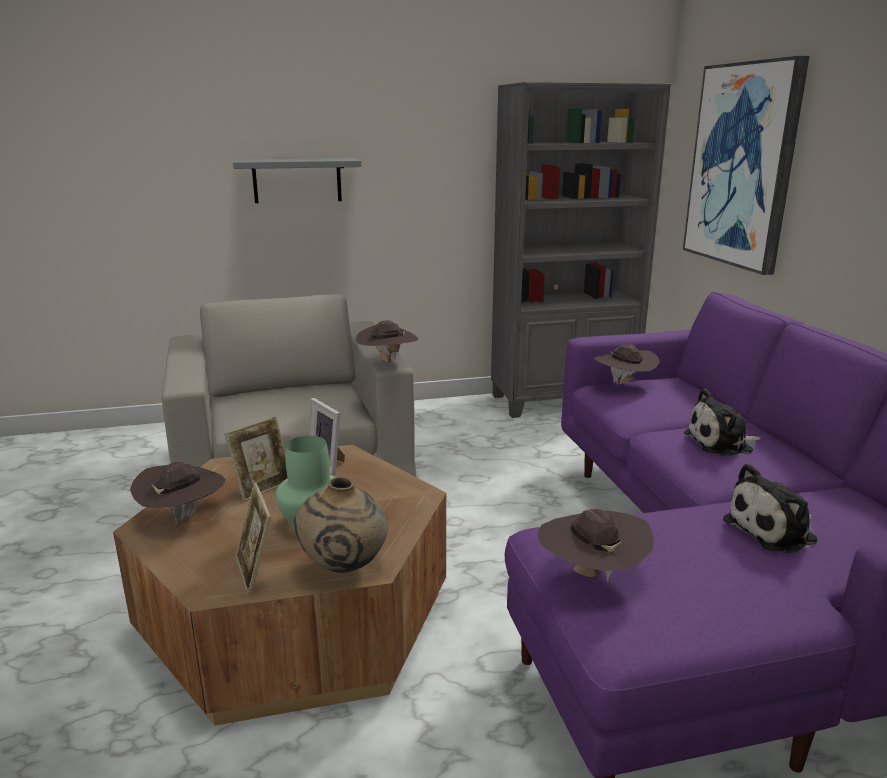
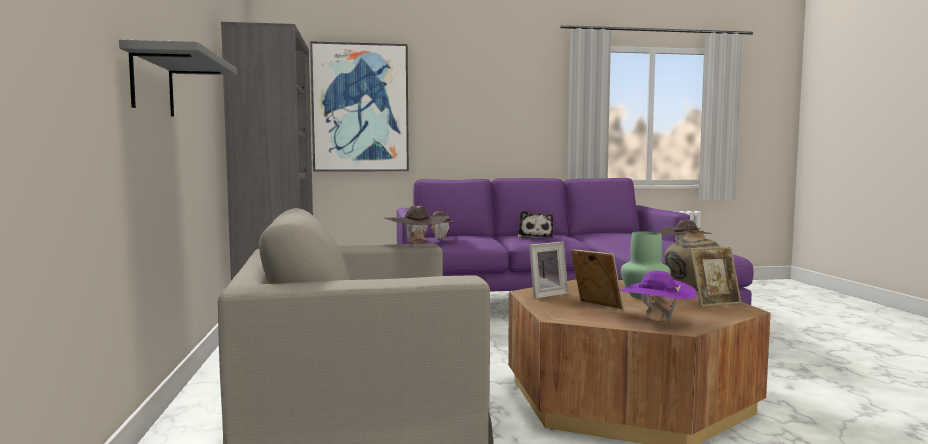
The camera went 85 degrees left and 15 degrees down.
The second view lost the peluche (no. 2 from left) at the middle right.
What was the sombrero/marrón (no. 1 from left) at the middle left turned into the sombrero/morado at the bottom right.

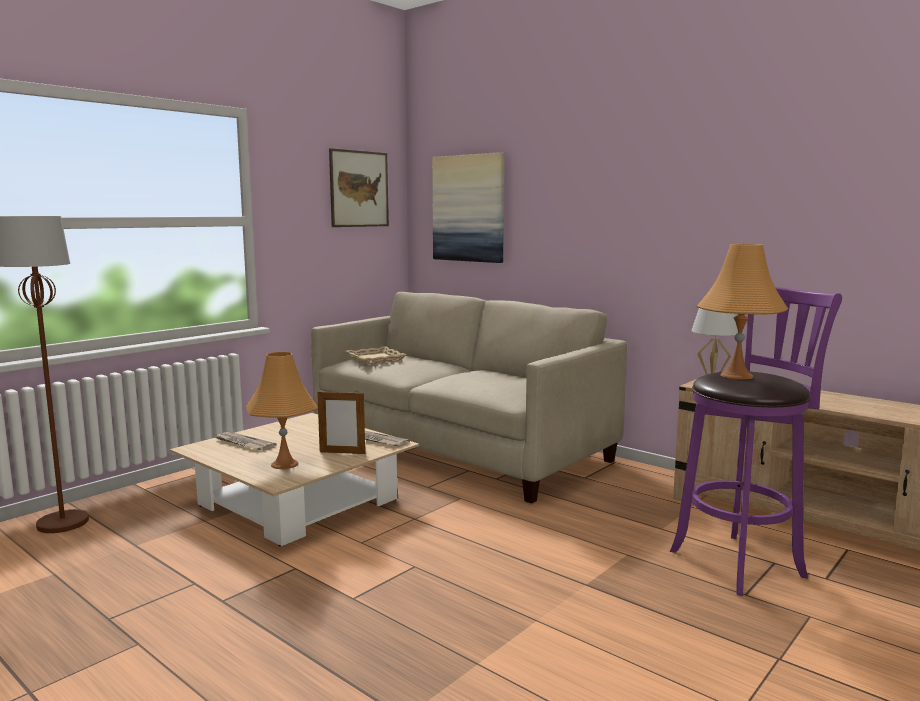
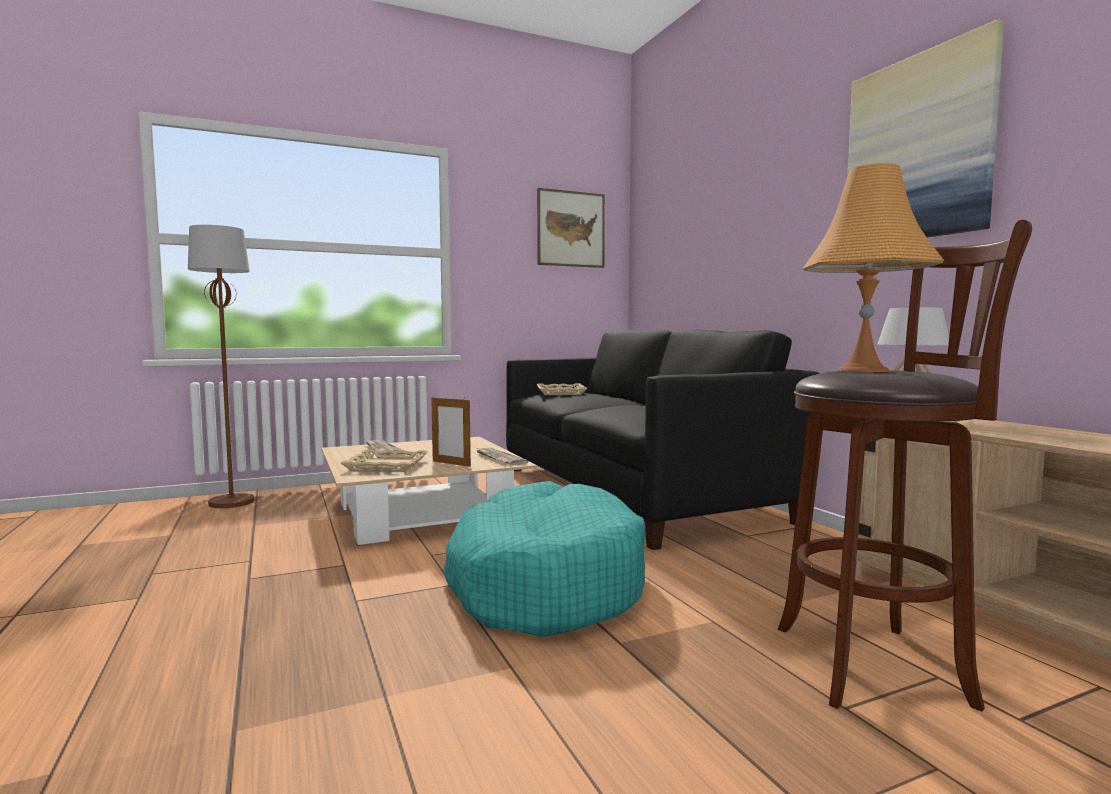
The camera went 25 degrees right and 5 degrees down.
The second view gained the cama para perro/turquesa at the bottom centre.
The cuadro (no. 2 from left) ended up elsewhere, having gone from the top centre to the top right.
Where the lámpara de mesa/naranja (no. 1 from left) stood at the middle left, the bandeja/beis (no. 1 from left) came to stand at the centre.
What was the sofá/beis at the centre turned into the sofá/negro at the centre.
What was the taburete/morado at the middle right turned into the taburete/marrón at the middle right.

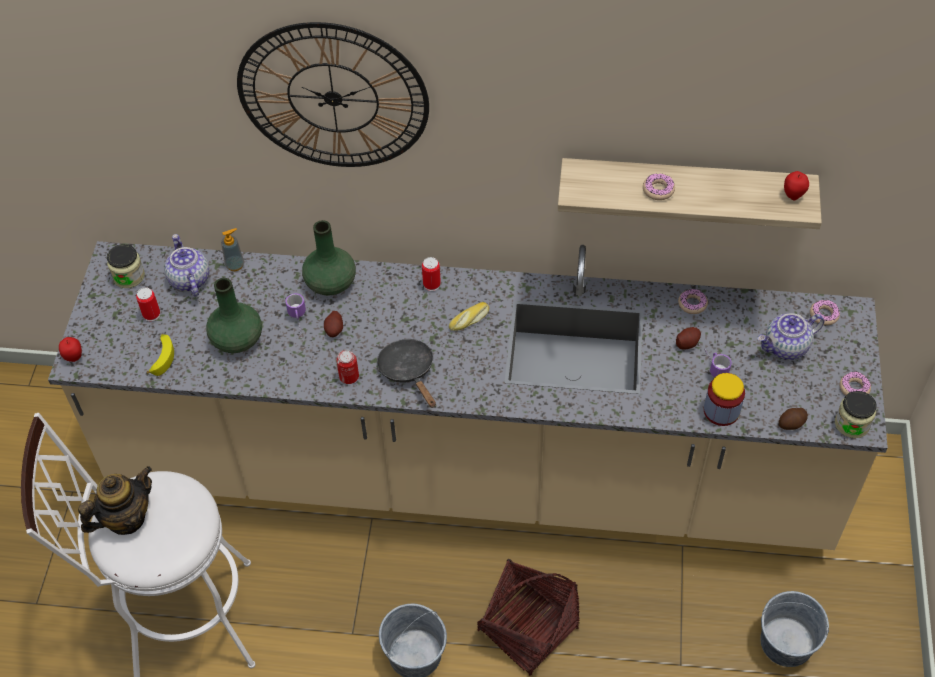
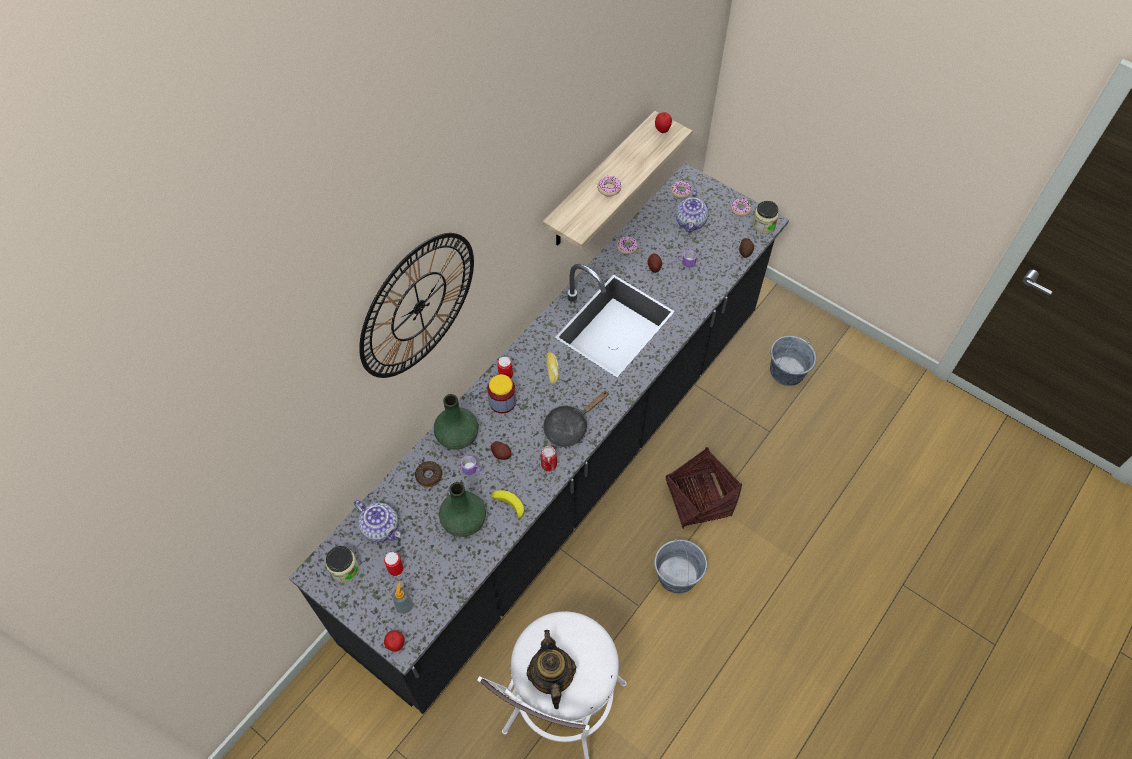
The camera went 60 degrees left and 5 degrees up.
The second view gained the rosquilla (no. 1 from left) at the centre.
The plátano ended up elsewhere, having gone from the middle left to the centre.
The dispensador de jabón ended up elsewhere, having gone from the middle left to the bottom centre.
The tarro (no. 2 from left) ended up elsewhere, having gone from the middle right to the centre.
What was the mueble bajo de cocina/beis at the centre turned into the mueble bajo de cocina/negro at the centre.
The tetera (no. 2 from left in the first image) at the middle left ended up facing another way, 150 degrees counterclockwise from before.
The sartén/negro at the centre ended up facing another way, 45 degrees counterclockwise from before.

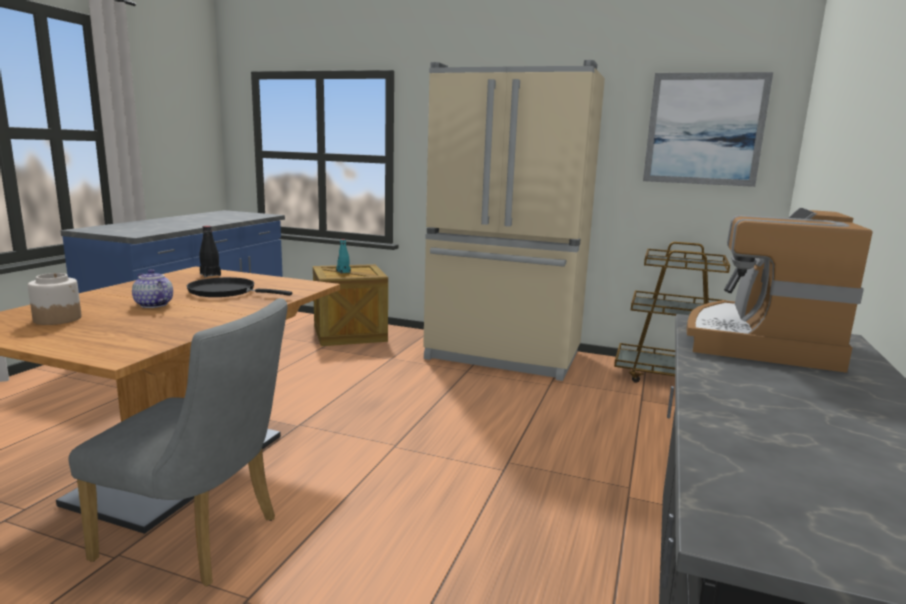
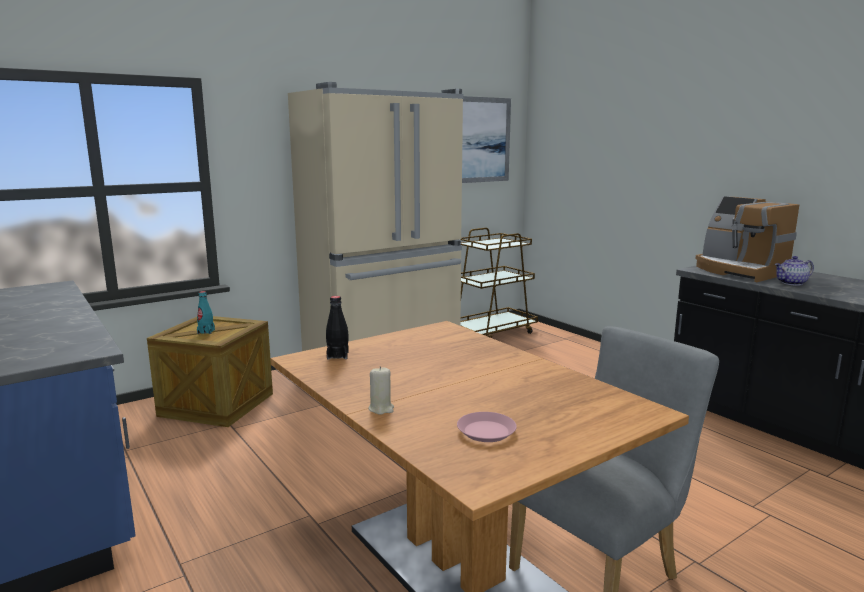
The camera went 55 degrees left and 0 degrees up.
The second view lost the sartén/negro at the middle left.
The second view gained the vela/beis at the centre.
The tetera ended up elsewhere, having gone from the middle left to the middle right.
Where the tarro stood at the middle left, the plato/rosa came to stand at the bottom centre.

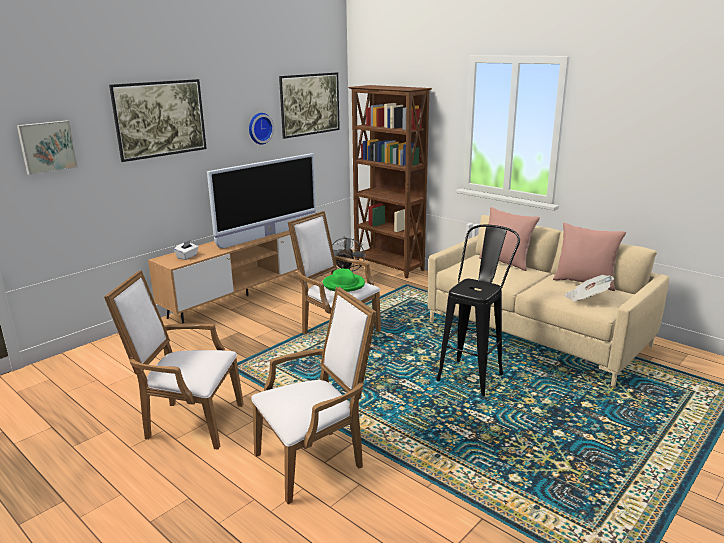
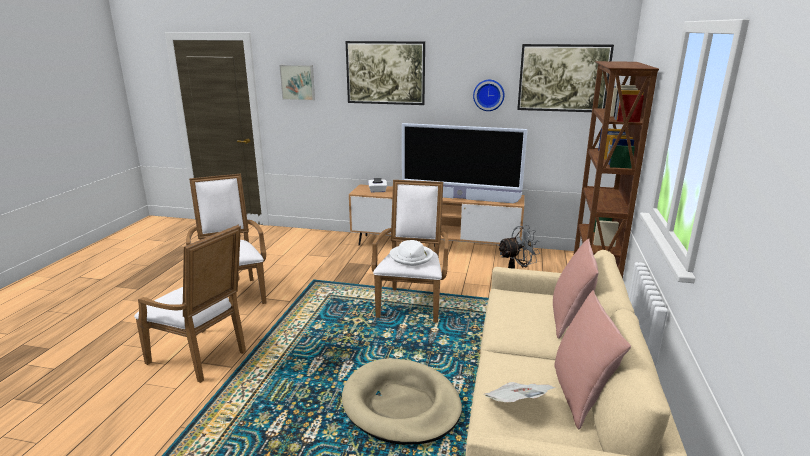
The camera went 60 degrees right and 0 degrees up.
Where the taburete/negro stood at the centre, the cama para perro/beis came to stand at the bottom centre.
What was the sombrero/verde at the centre turned into the sombrero/blanco at the centre.

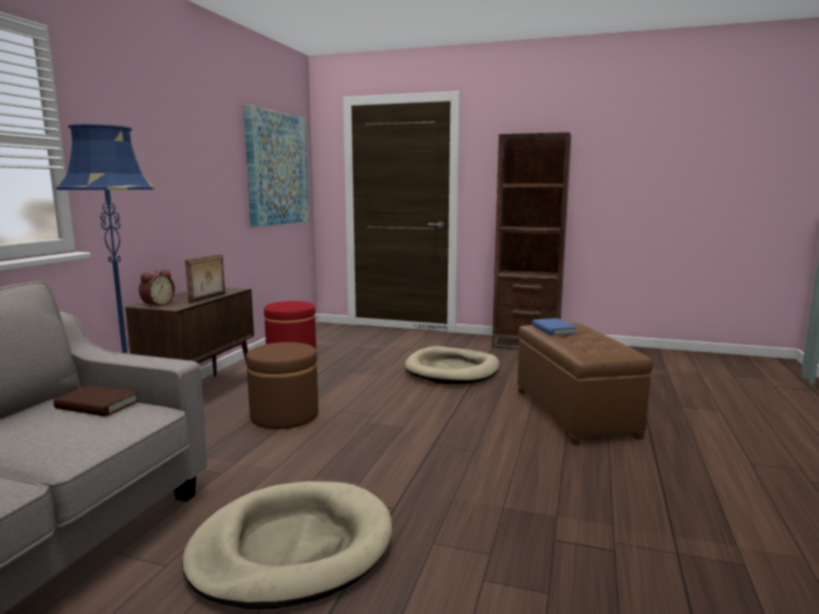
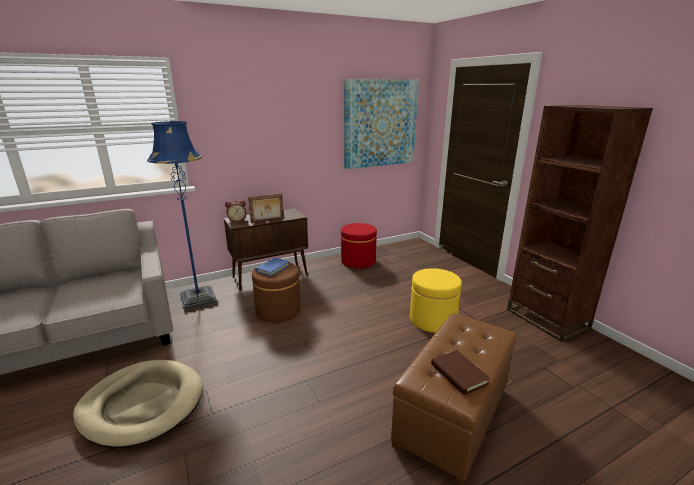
The camera went 45 degrees right and 10 degrees up.
The libro/marrón ended up elsewhere, having gone from the middle left to the bottom centre.
The libro/azul ended up elsewhere, having gone from the middle right to the centre.
Where the cama para perro/beis (no. 2 from left) stood at the centre, the puf/amarillo came to stand at the centre.

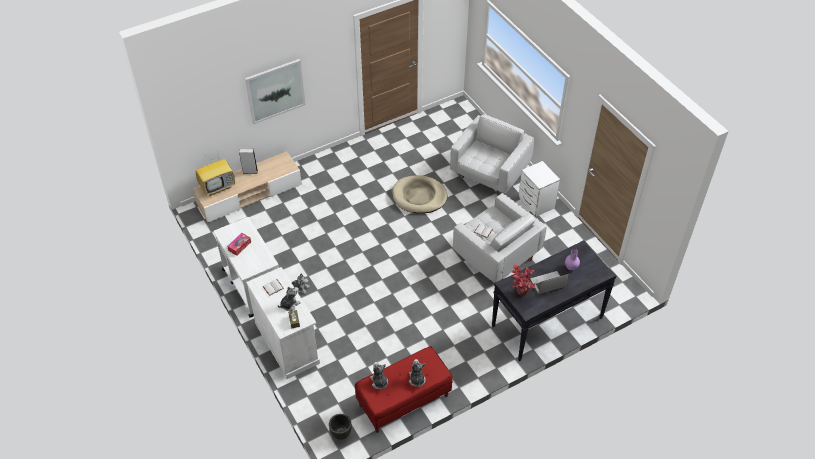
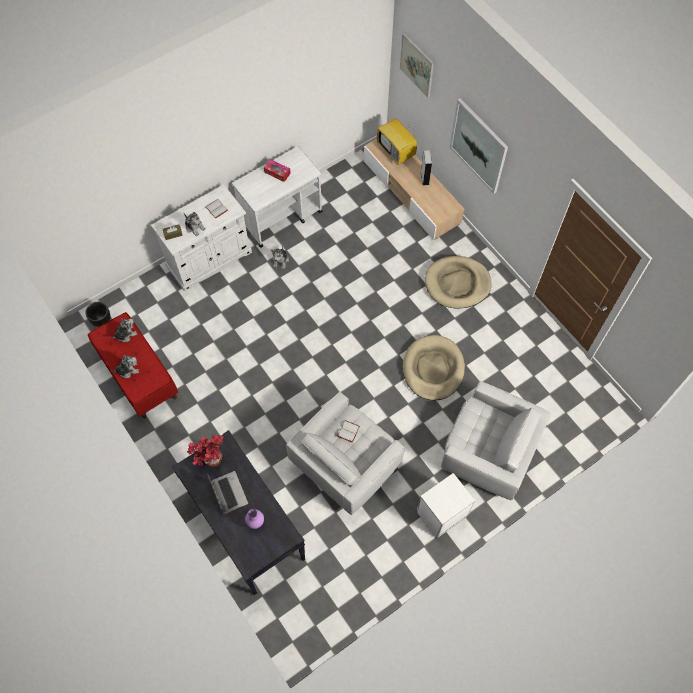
The camera went 85 degrees right and 15 degrees up.
The second view gained the cuadro (no. 1 from left) at the top centre.
The second view gained the cama para perro/beis (no. 2 from left) at the centre.

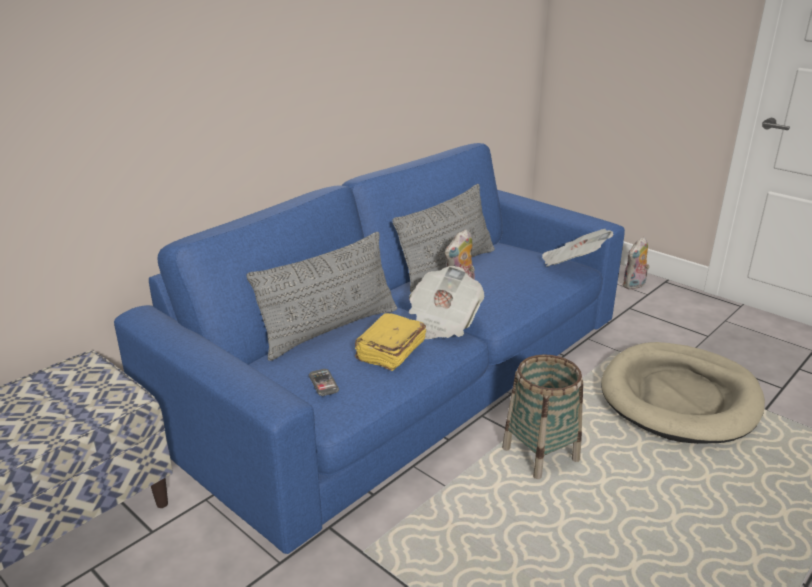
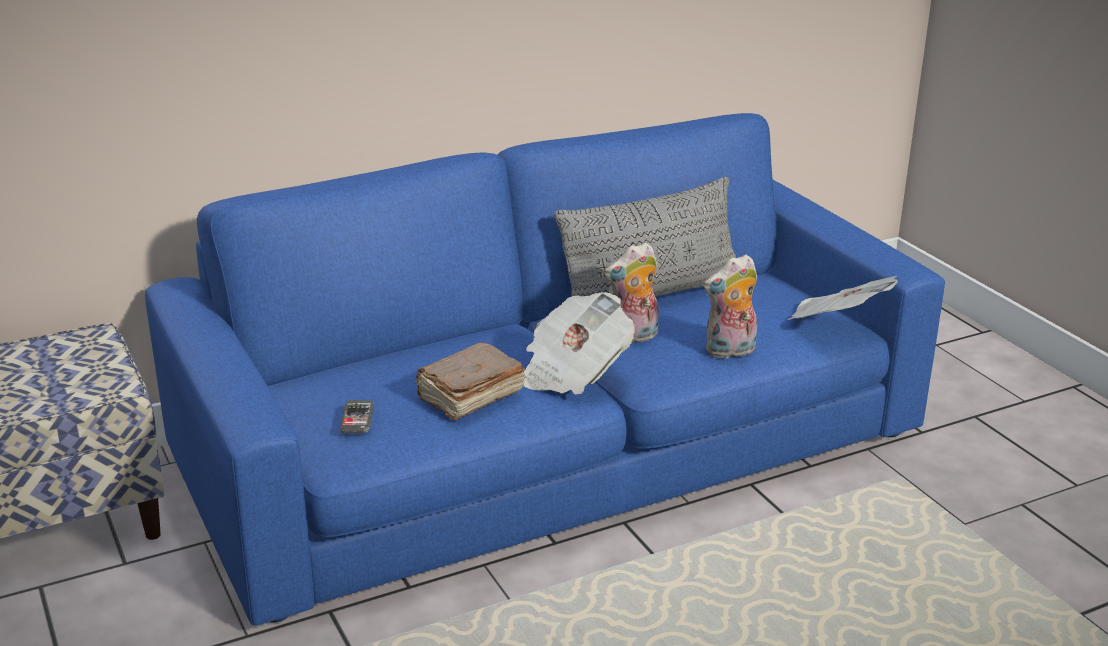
The camera went 20 degrees right and 0 degrees up.
The second view lost the cojín/gris (no. 1 from left) at the centre.
The second view lost the cesta at the bottom right.
The second view lost the cama para perro/beis at the bottom right.
The peluche (no. 2 from left) ended up elsewhere, having gone from the middle right to the centre.
What was the libro/amarillo at the centre turned into the libro/marrón at the centre.

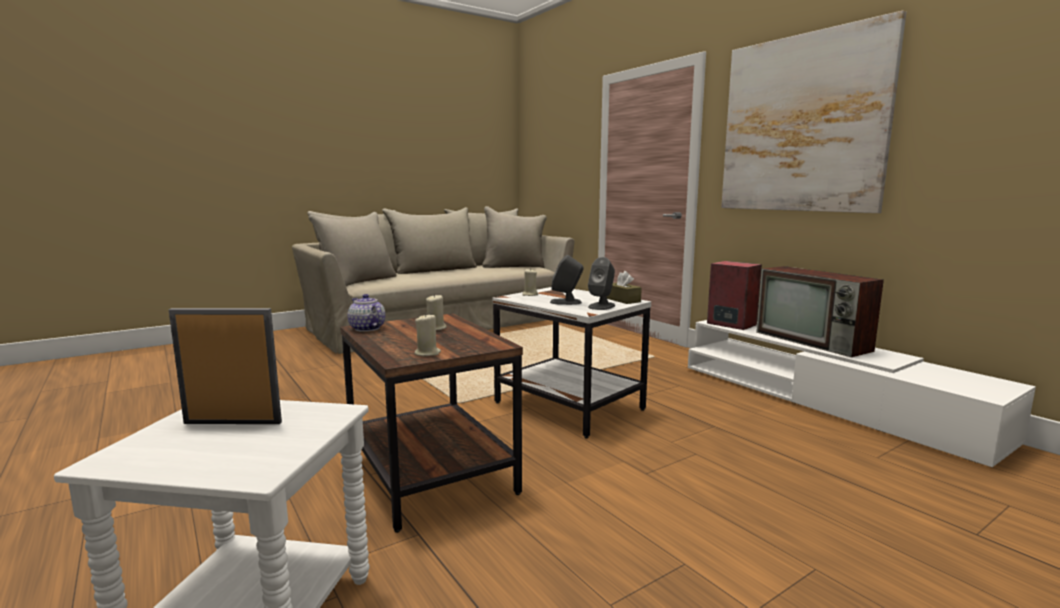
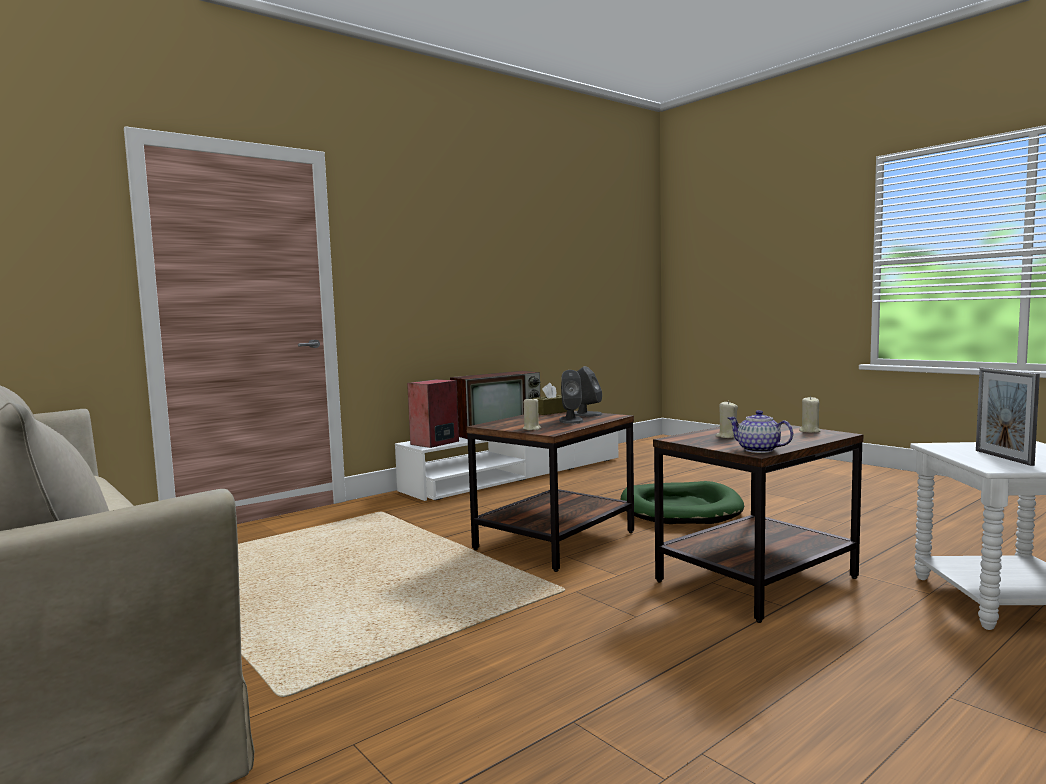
The camera went 95 degrees left and 5 degrees down.
The second view lost the cuadro at the top right.
The second view gained the cama para perro/verde at the centre.
What was the mesa auxiliar/blanco (no. 2 from left) at the centre turned into the mesa auxiliar/marrón (no. 1 from left) at the centre.
The tetera at the centre ended up facing another way, 90 degrees clockwise from before.

